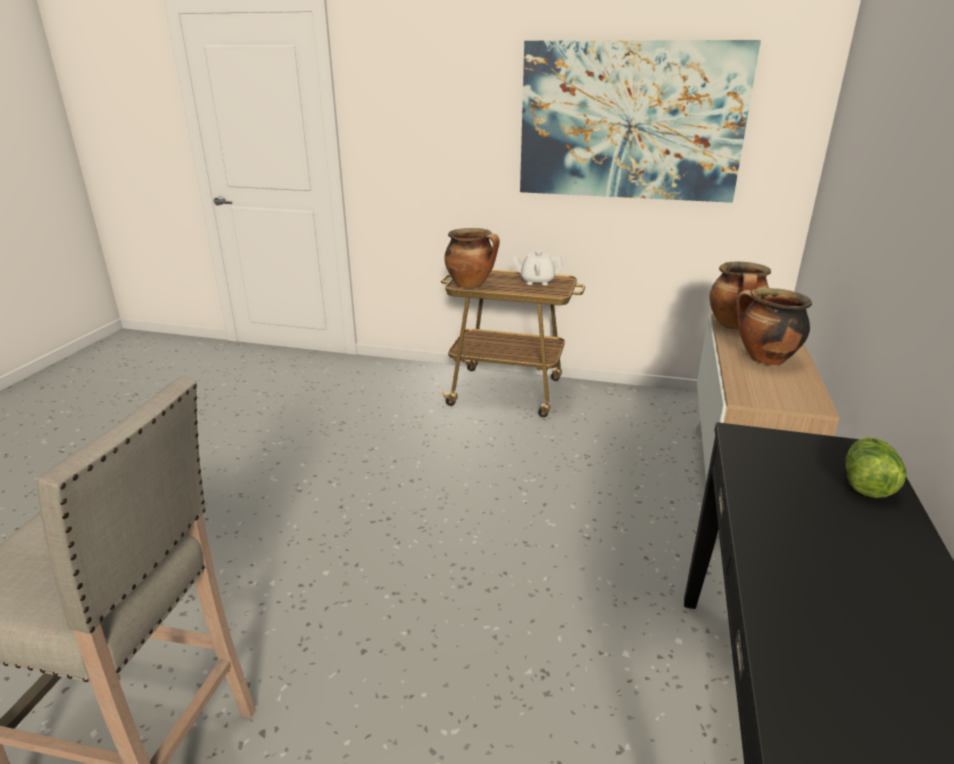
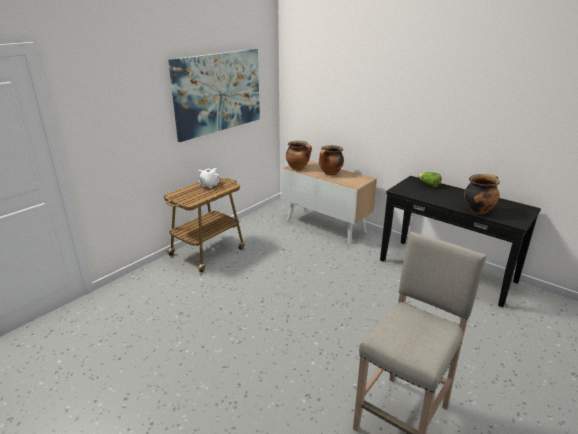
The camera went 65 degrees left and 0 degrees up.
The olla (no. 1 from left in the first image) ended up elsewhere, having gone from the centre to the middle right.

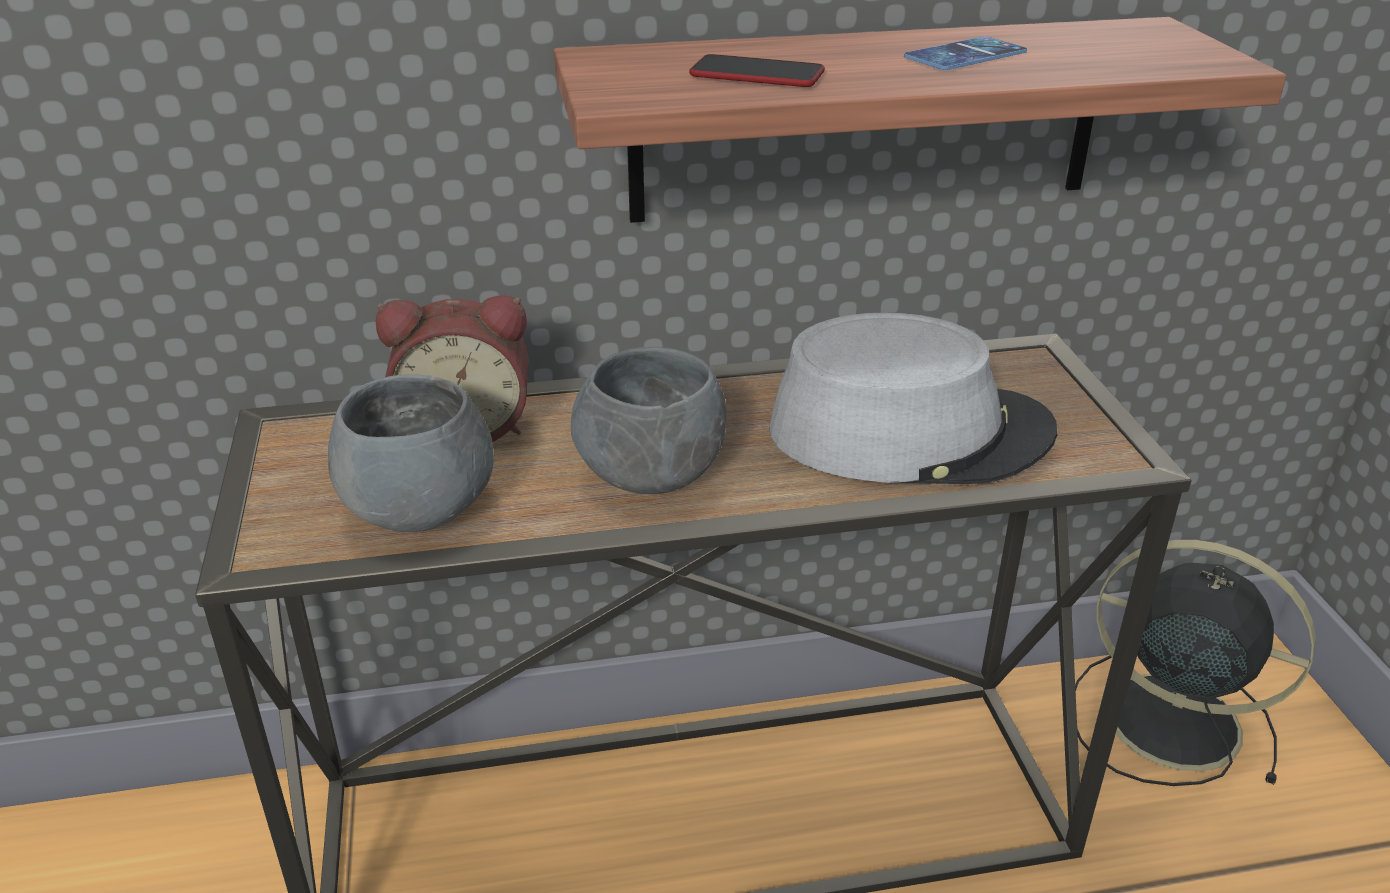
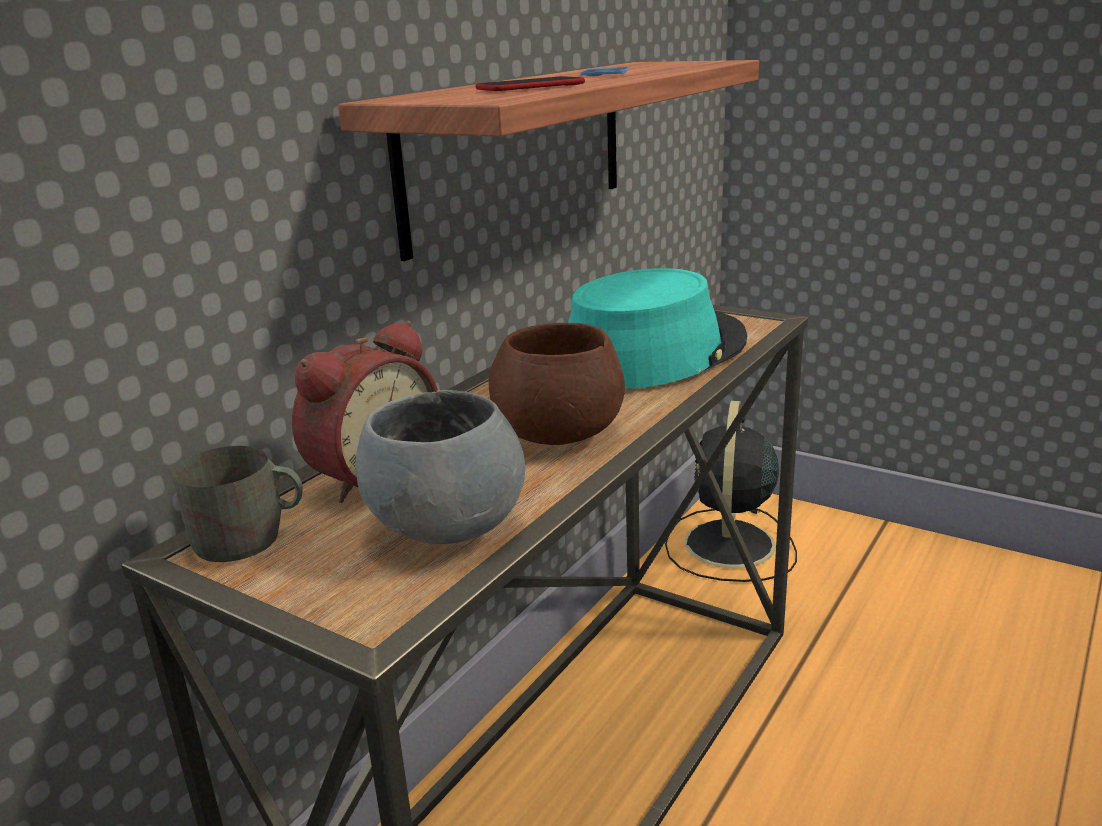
The camera went 45 degrees left and 10 degrees down.
The second view gained the taza grande/gris at the middle left.
What was the cuenco/gris (no. 2 from left) at the centre turned into the cuenco/marrón at the centre.
What was the sombrero/gris at the centre turned into the sombrero/turquesa at the centre.
The ventilador/negro at the bottom right ended up facing another way, 60 degrees counterclockwise from before.

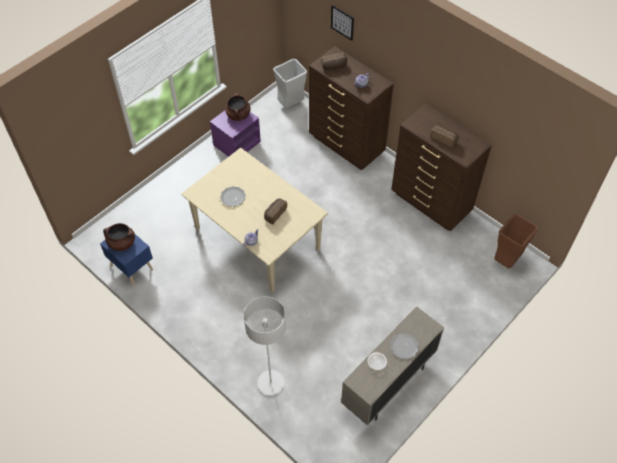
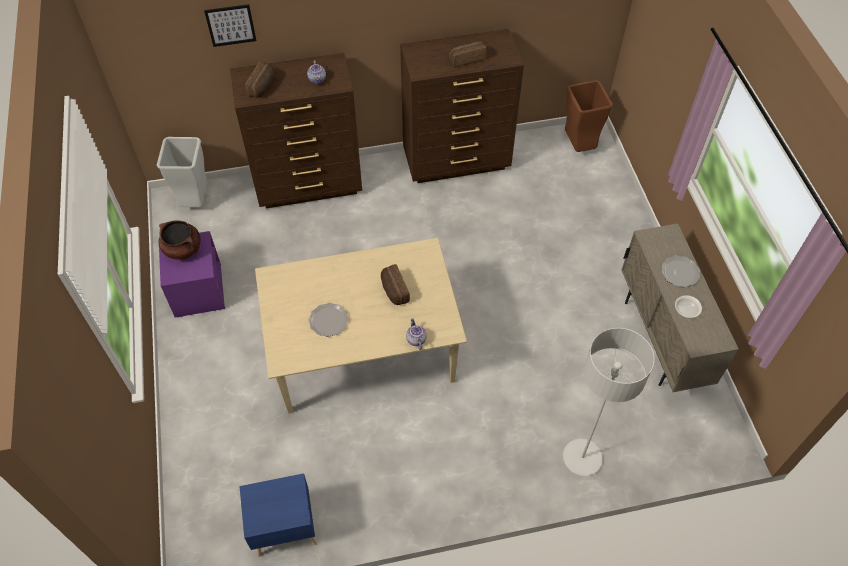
The camera went 55 degrees left and 0 degrees up.
The second view lost the olla/marrón (no. 1 from left) at the middle left.

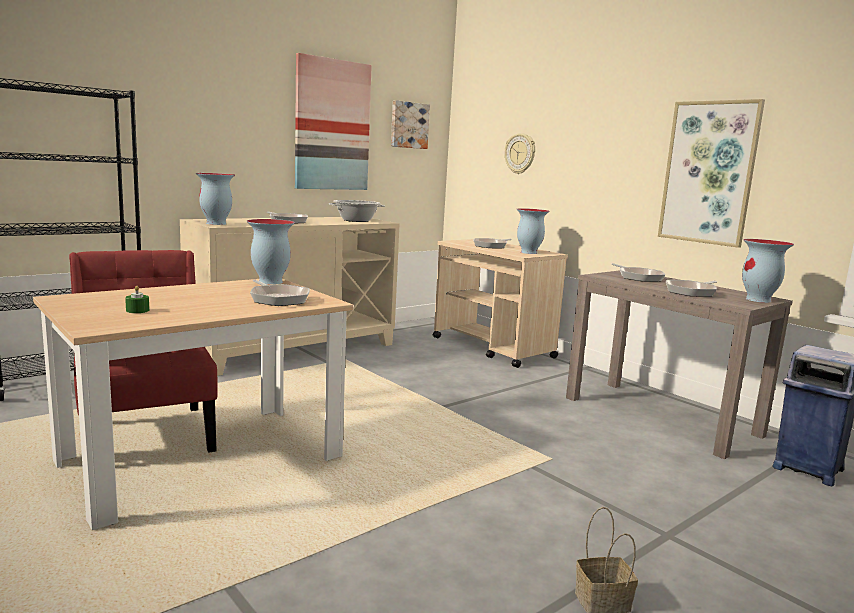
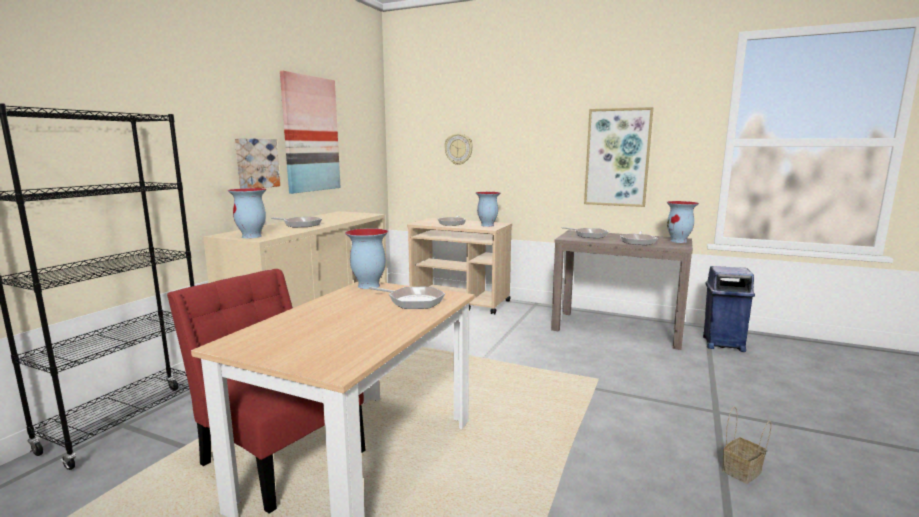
The camera went 25 degrees left and 0 degrees up.
The second view lost the vela/verde at the middle left.
The second view lost the olla at the centre.
The cuadro (no. 2 from left in the first image) ended up elsewhere, having gone from the top centre to the top left.

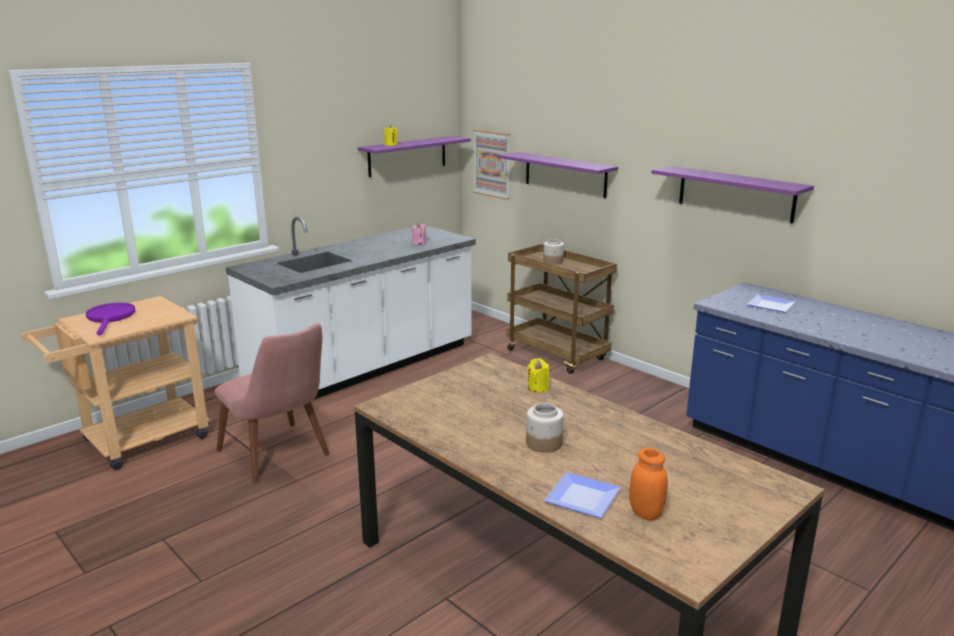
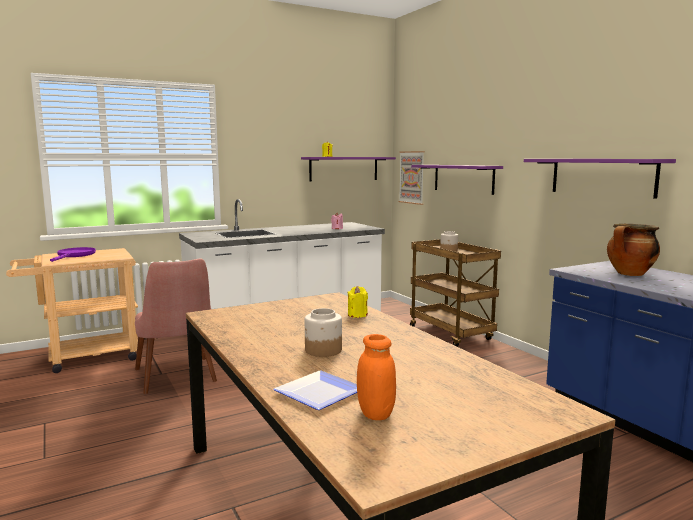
The camera went 15 degrees right and 10 degrees down.
Where the plato (no. 2 from left) stood at the middle right, the olla came to stand at the middle right.

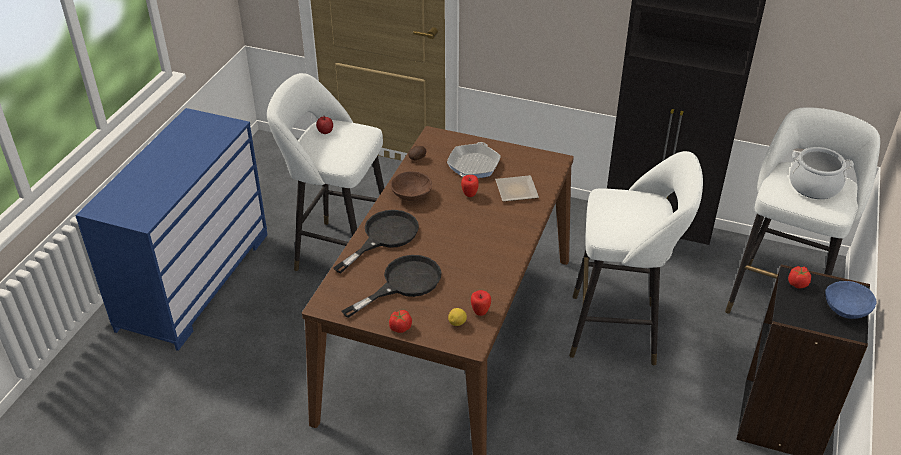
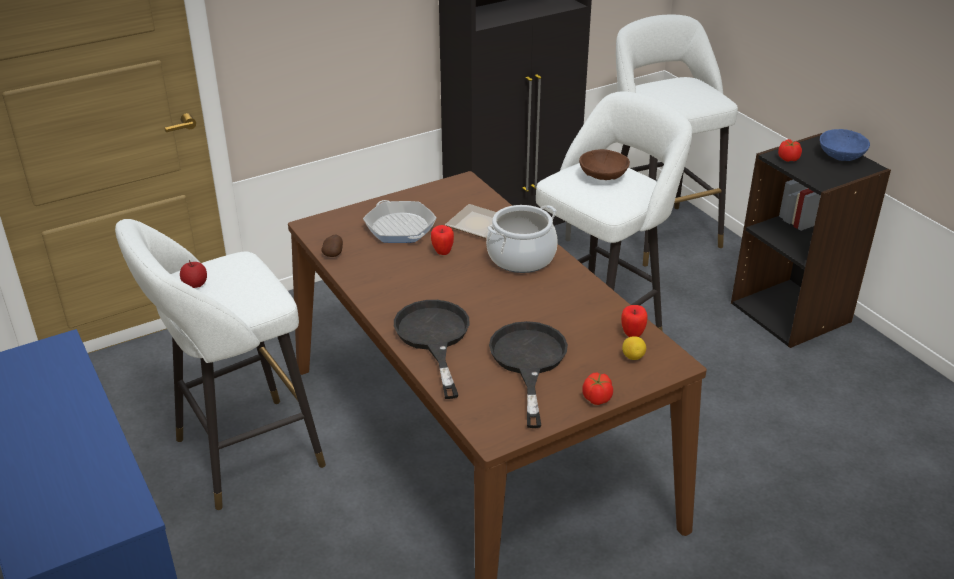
The camera went 50 degrees left and 5 degrees down.
The cuenco/marrón ended up elsewhere, having gone from the centre to the top centre.
The olla ended up elsewhere, having gone from the middle right to the centre.

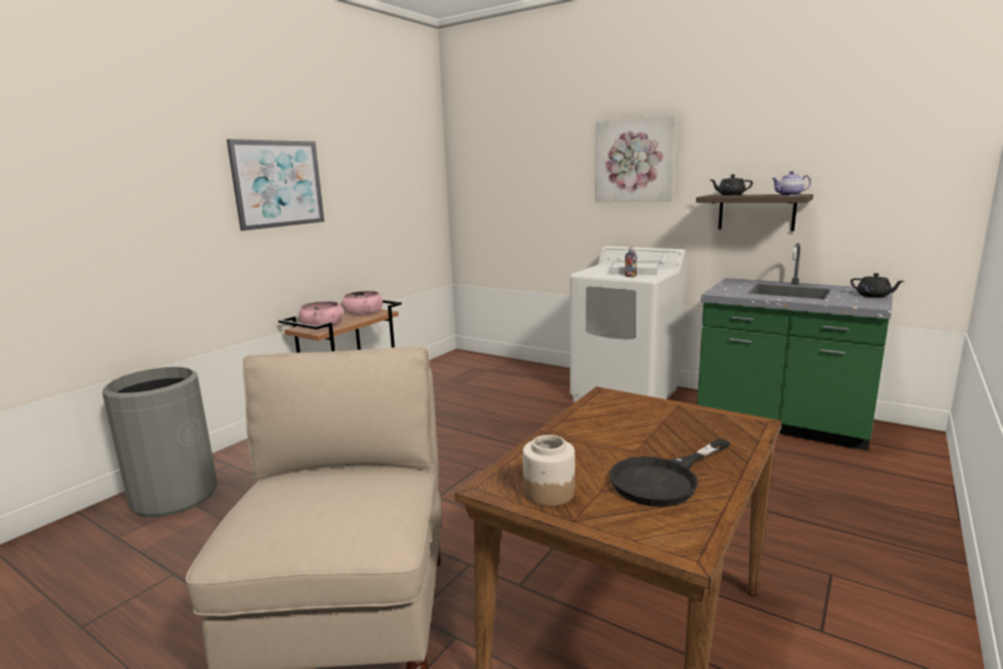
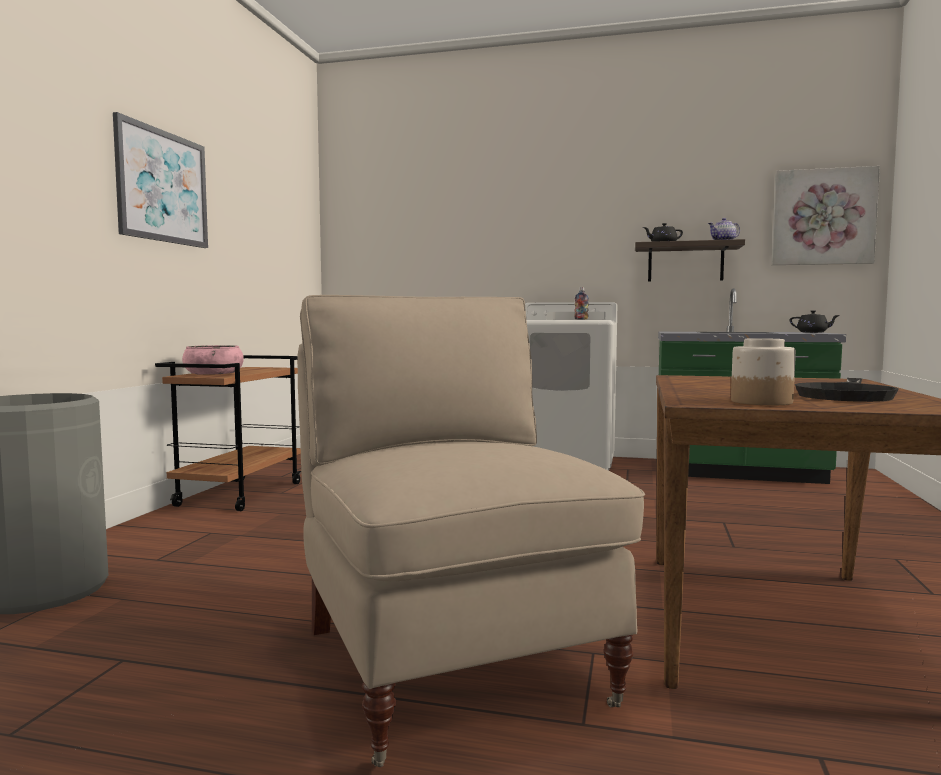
The camera went 20 degrees left and 10 degrees down.
The second view lost the cuenco/rosa (no. 2 from left) at the centre.
The cuadro (no. 2 from left) ended up elsewhere, having gone from the top centre to the top right.

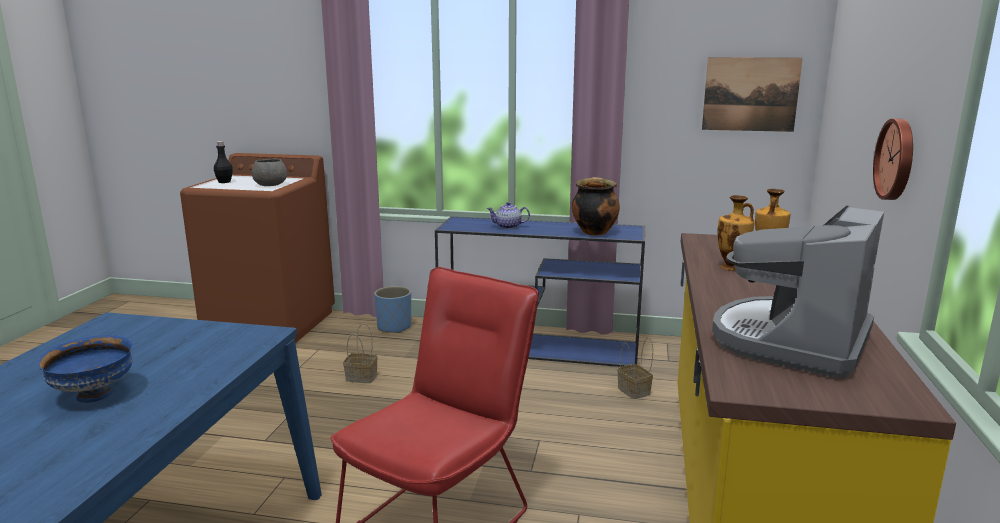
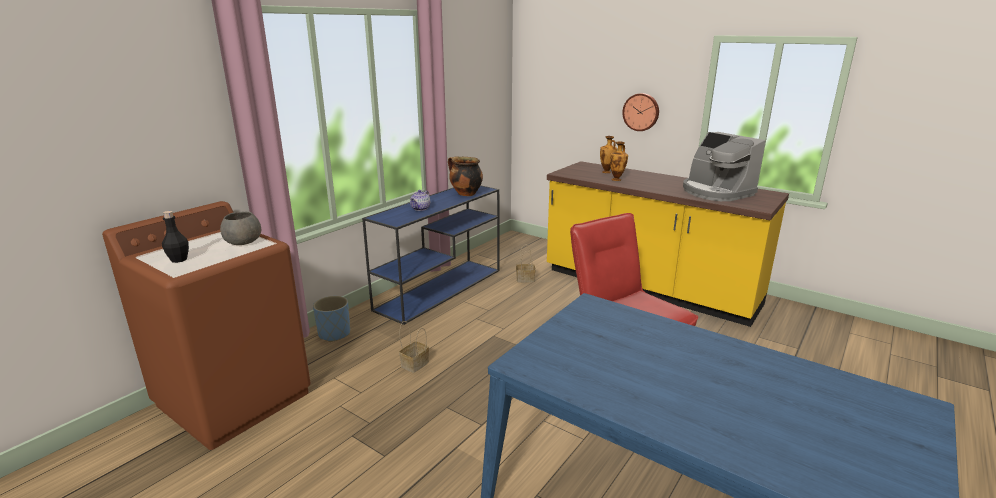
The camera went 65 degrees left and 5 degrees up.
The second view lost the cuenco/azul at the bottom left.
The second view lost the cuadro at the top right.

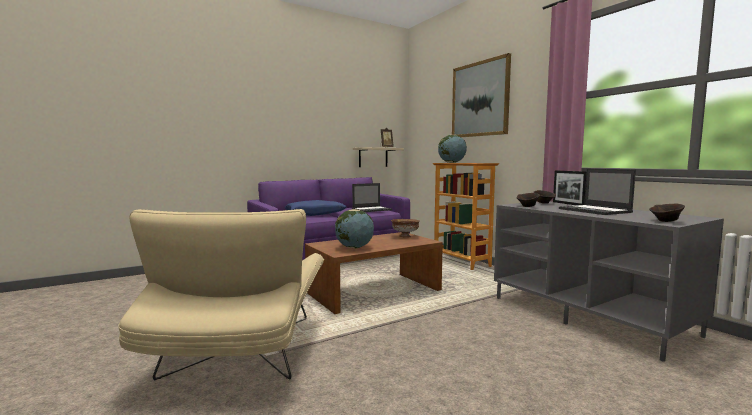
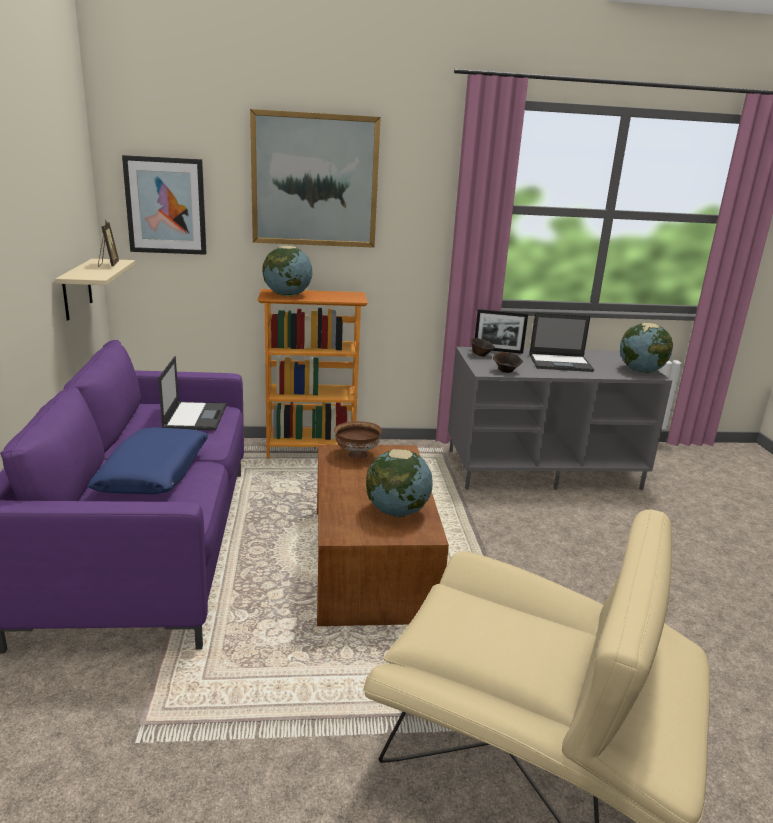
The camera went 65 degrees left and 15 degrees up.
The second view gained the cuadro (no. 1 from left) at the top left.
Where the cuenco/marrón (no. 4 from left) stood at the middle right, the globo terráqueo (no. 3 from left) came to stand at the middle right.

